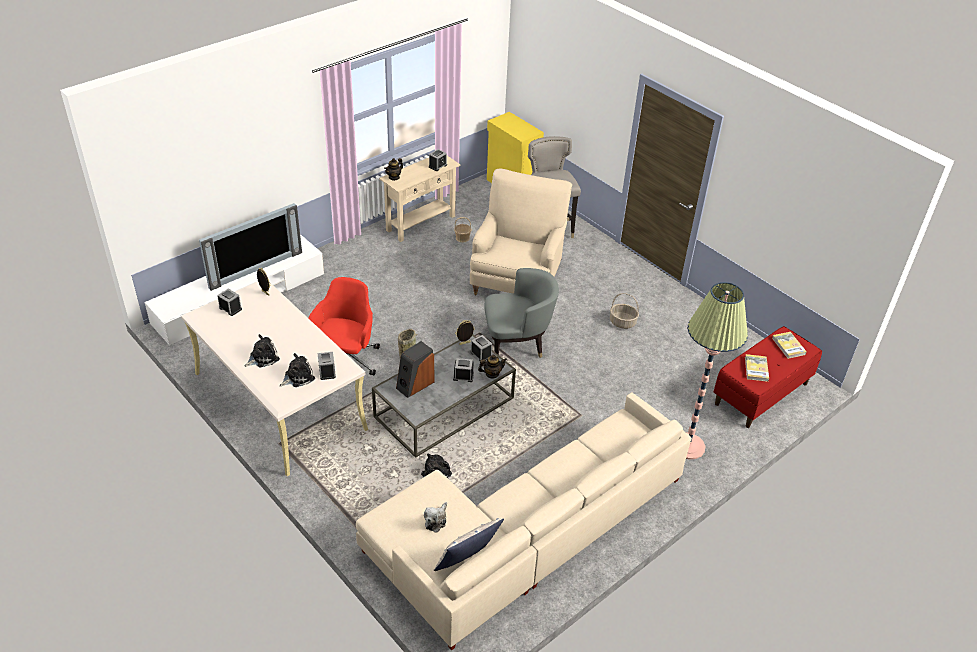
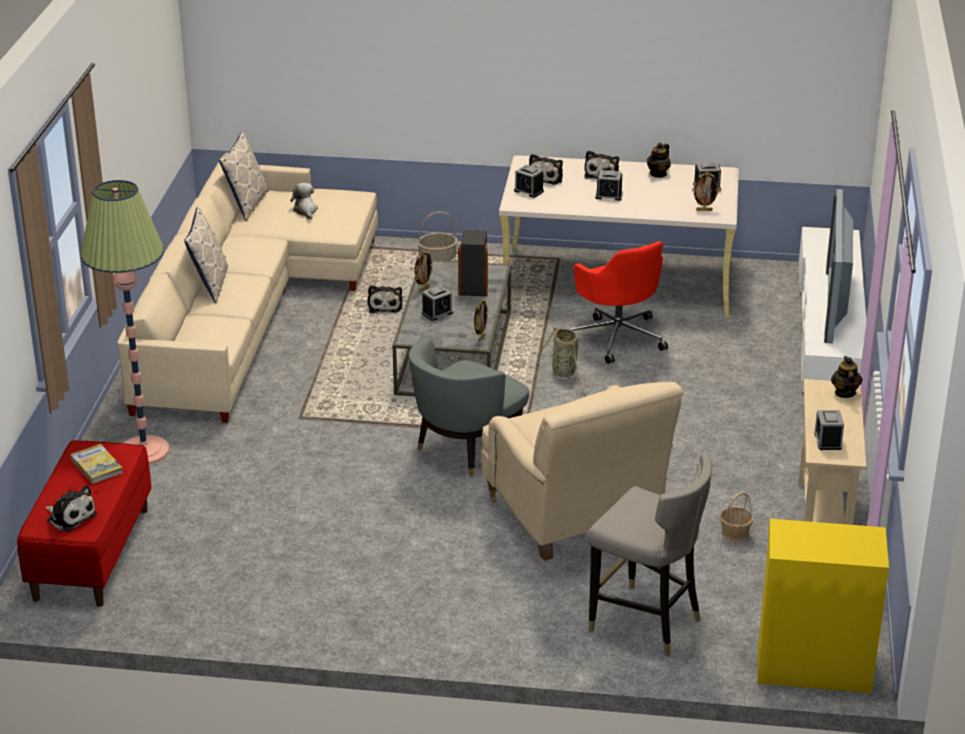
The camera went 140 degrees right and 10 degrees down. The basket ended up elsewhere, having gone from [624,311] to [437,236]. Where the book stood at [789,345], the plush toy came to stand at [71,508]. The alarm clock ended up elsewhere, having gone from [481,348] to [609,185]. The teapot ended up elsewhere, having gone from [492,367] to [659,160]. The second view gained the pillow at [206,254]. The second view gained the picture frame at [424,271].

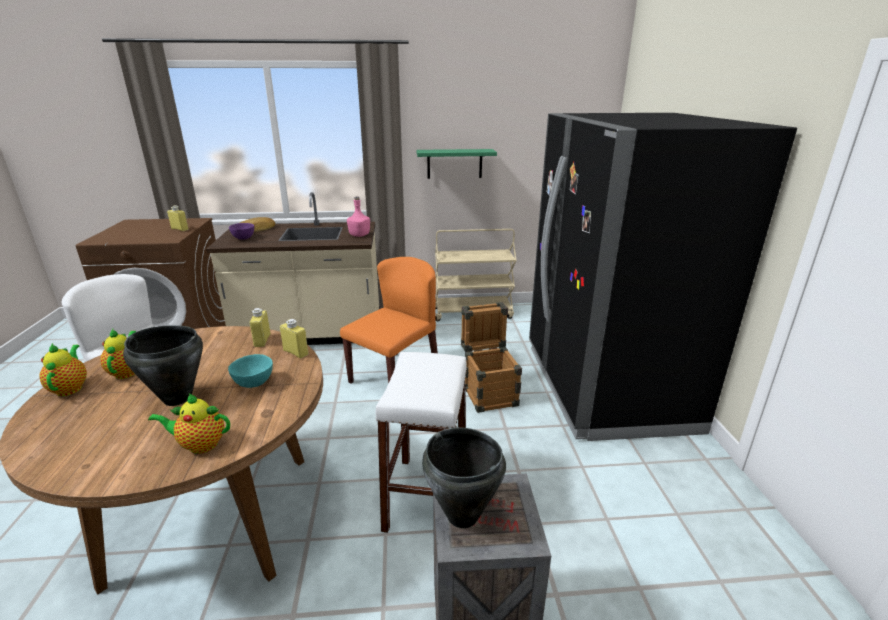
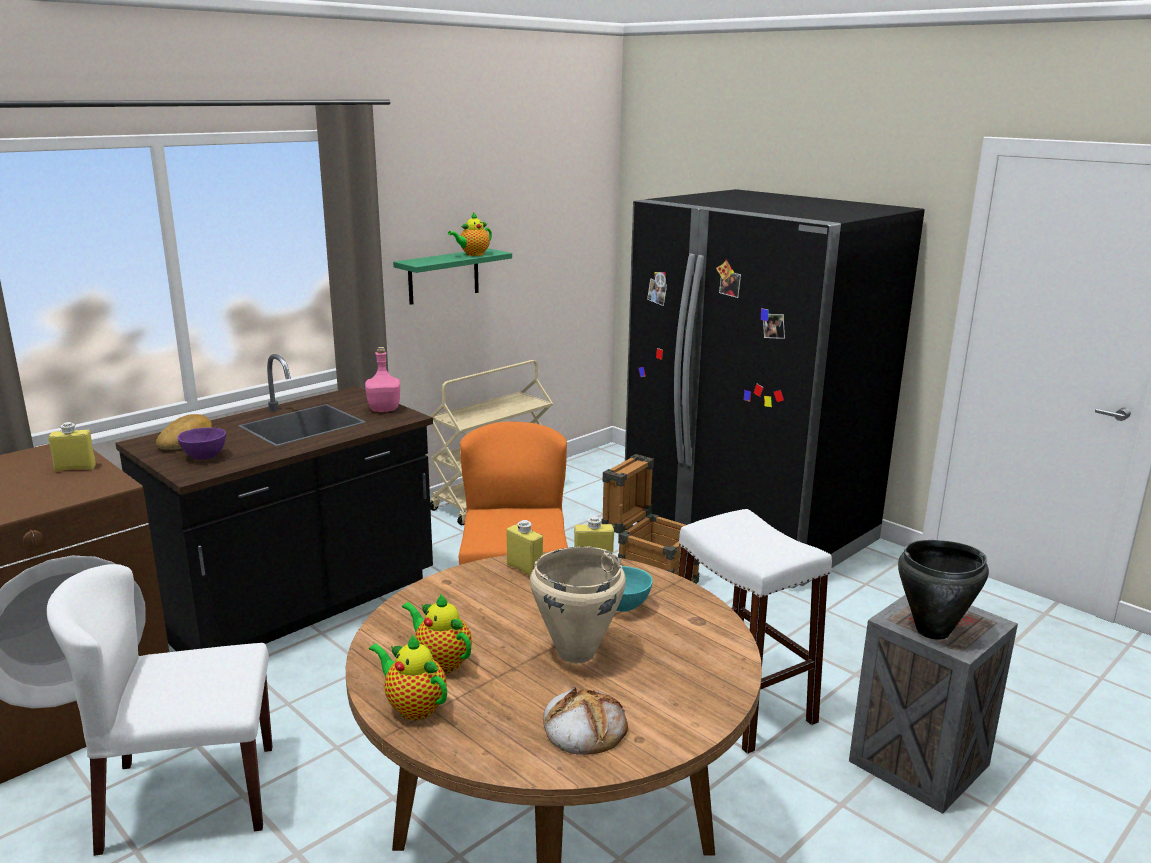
The camera went 40 degrees left and 5 degrees down. What was the counter (beige) at [292,268] turned into the counter (black) at [274,502]. What was the cooking pot (black) at [163,365] turned into the cooking pot (beige) at [578,604]. The teapot ended up elsewhere, having gone from [189,424] to [470,234]. The second view gained the bread at [585,721].

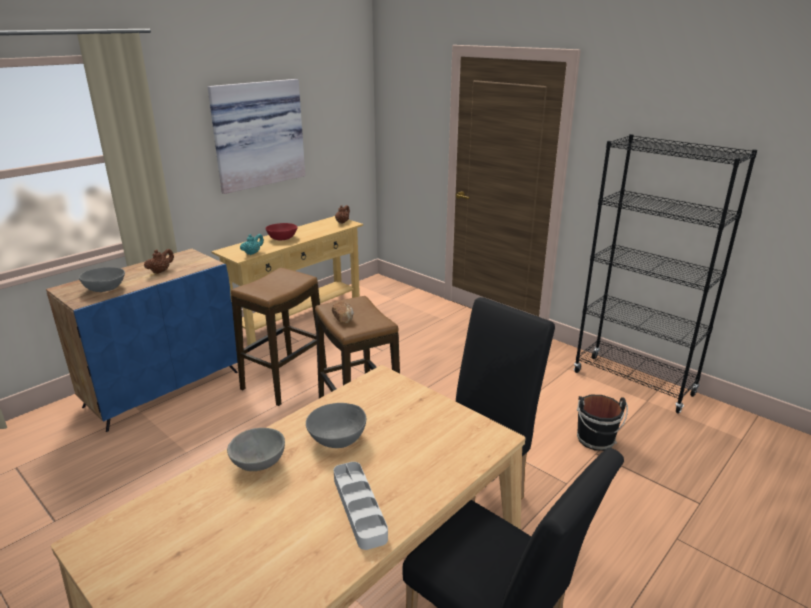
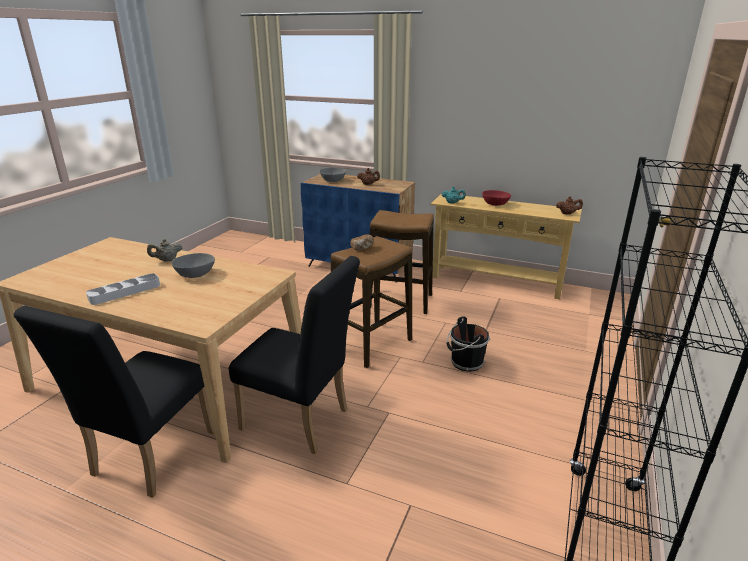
The camera went 70 degrees right and 0 degrees up. The second view lost the picture at [256,136]. The bucket (black) ended up elsewhere, having gone from [602,423] to [468,344]. Where the bowl (grey) stood at [256,449], the teapot (beige) came to stand at [164,250].

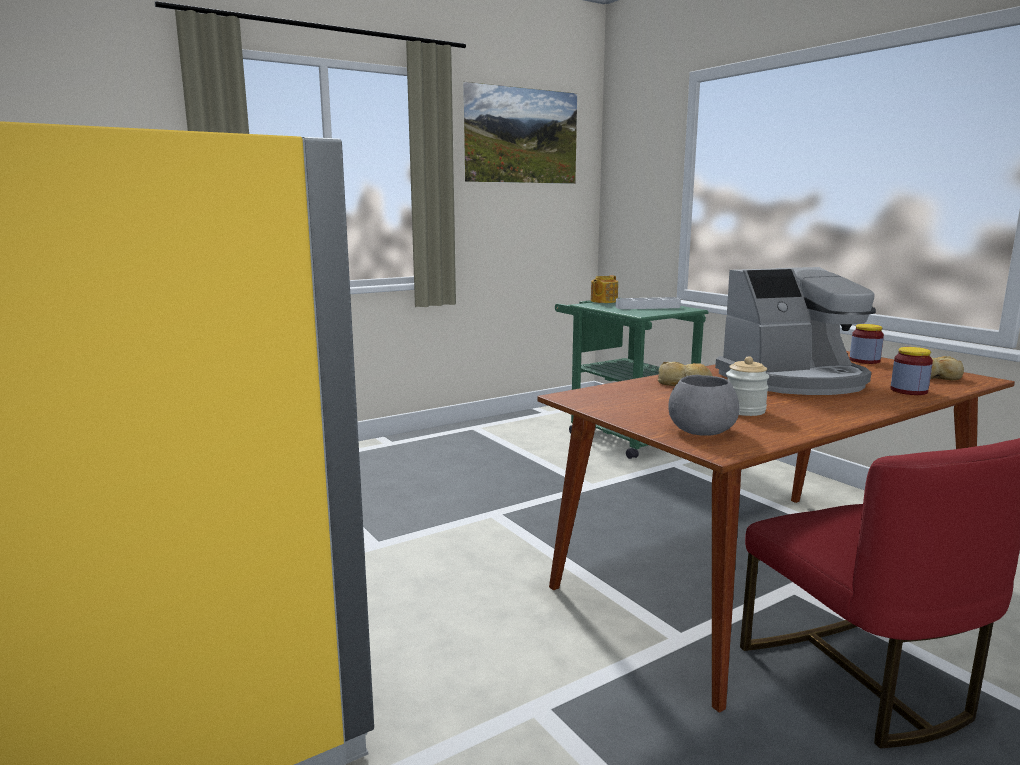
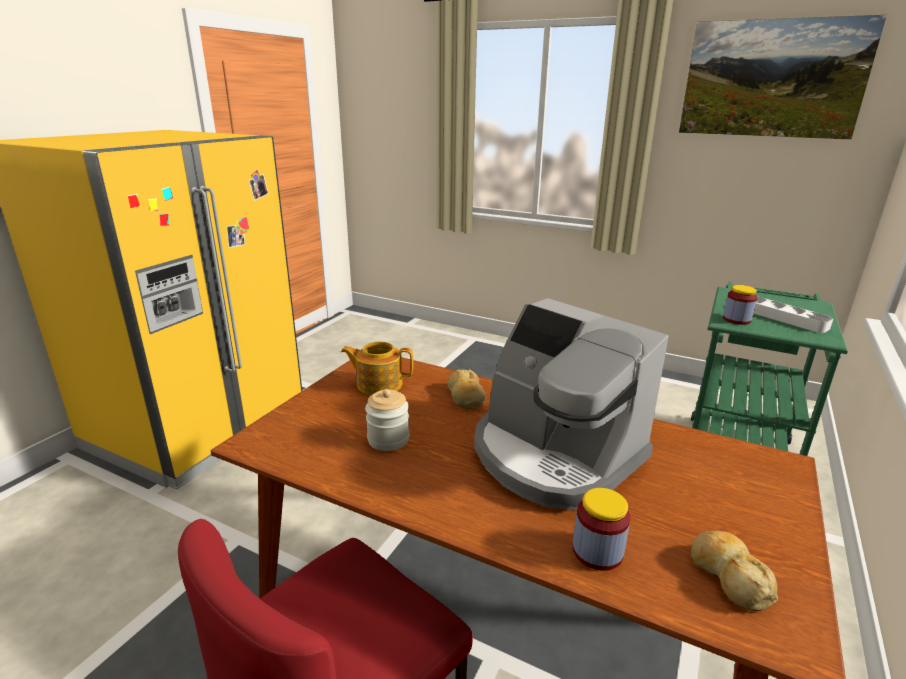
The camera went 60 degrees right and 10 degrees up. The teapot ended up elsewhere, having gone from [604,289] to [377,368]. The jar ended up elsewhere, having gone from [866,344] to [740,305]. The second view lost the bowl (grey) at [703,405].

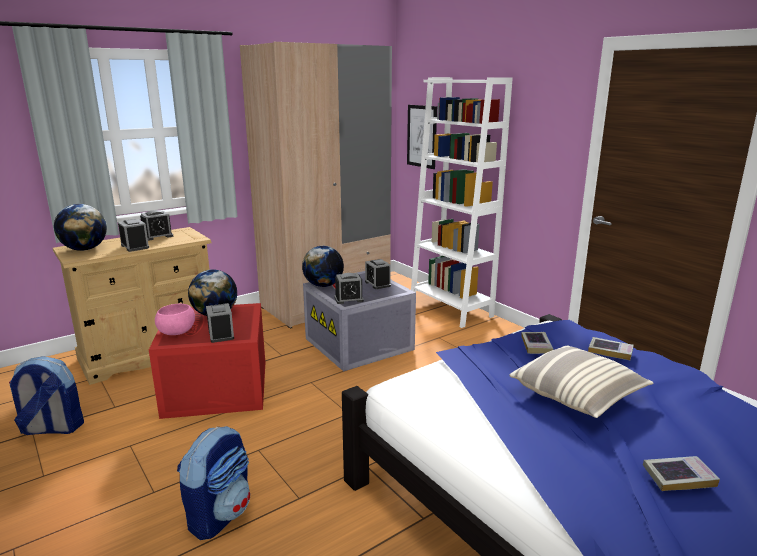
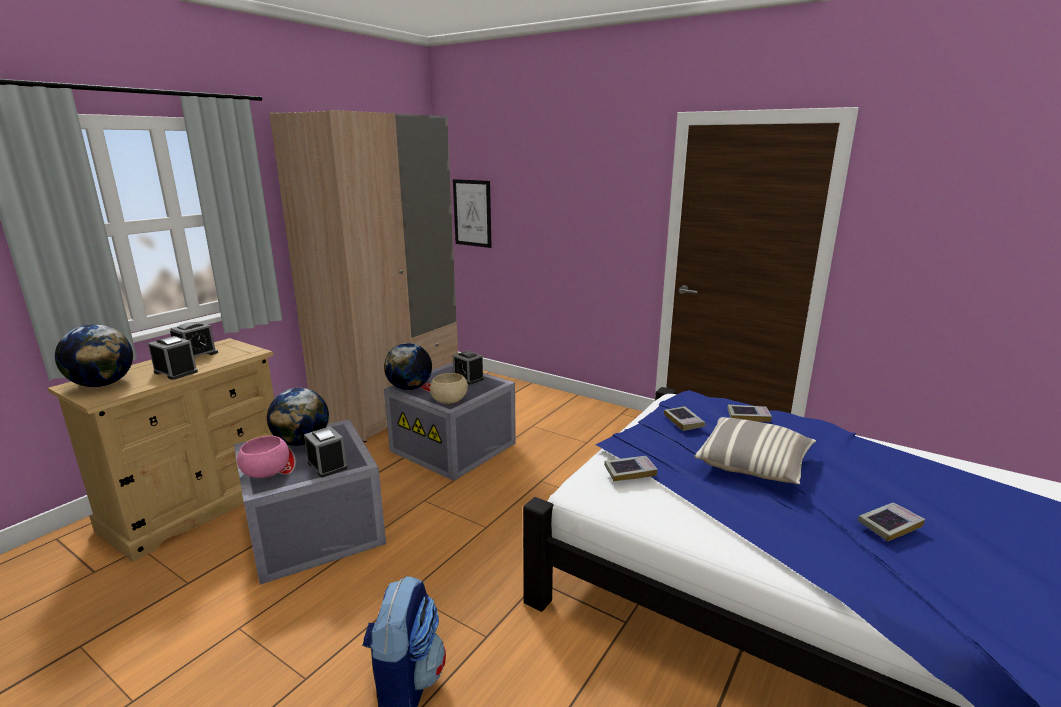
The camera went 20 degrees left and 0 degrees up. The second view lost the bookcase (white) at [462,202]. Where the alarm clock stood at [349,288], the bowl (beige) came to stand at [449,388]. What was the storage box (red) at [207,361] turned into the storage box (grey) at [310,502]. The second view lost the backpack at [46,395]. The second view gained the book at [631,468].

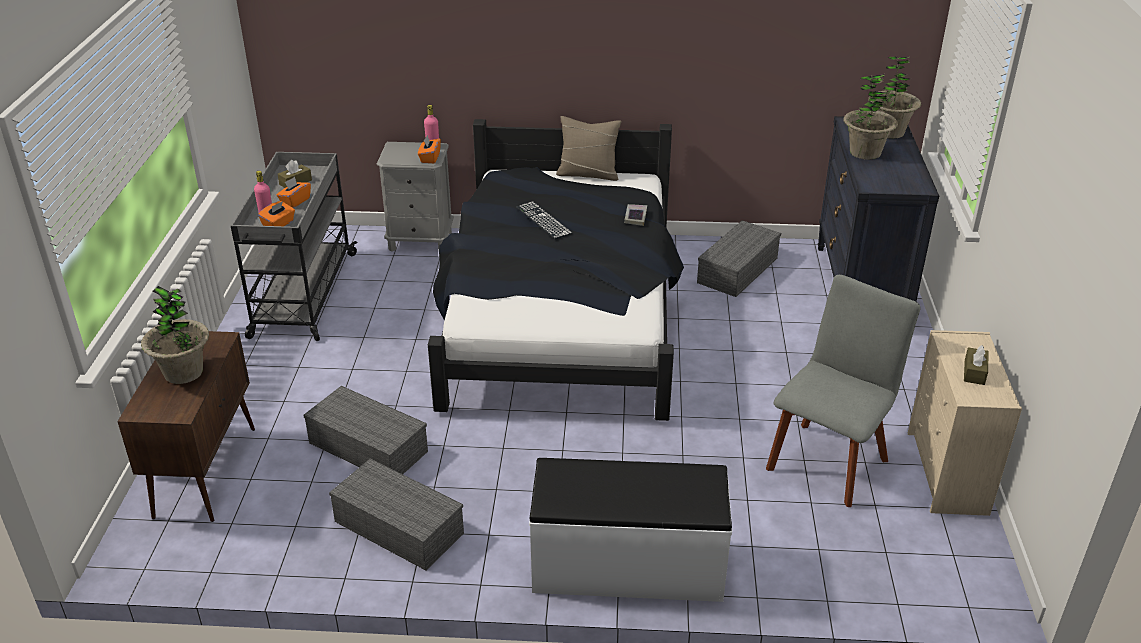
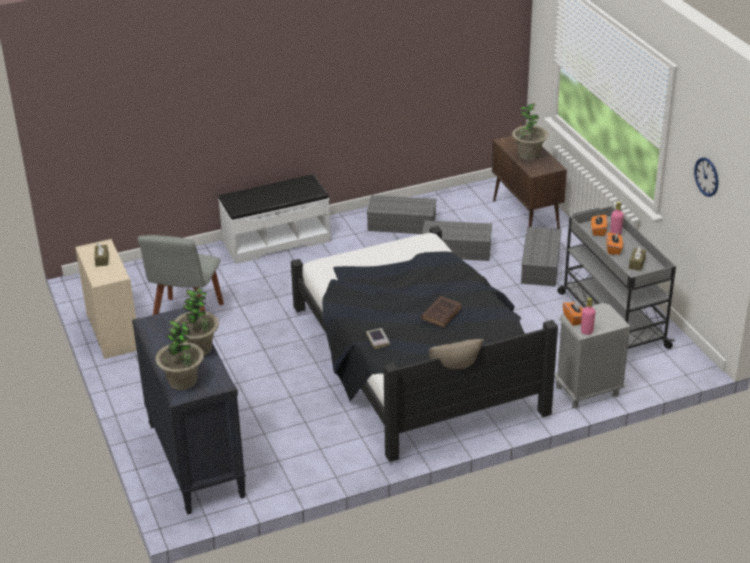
The camera went 155 degrees right and 0 degrees up. Where the keyboard stood at [544,220], the book (brown) came to stand at [441,311]. The storage box (grey) ended up elsewhere, having gone from [739,258] to [541,257]. The second view gained the wall clock at [706,177].

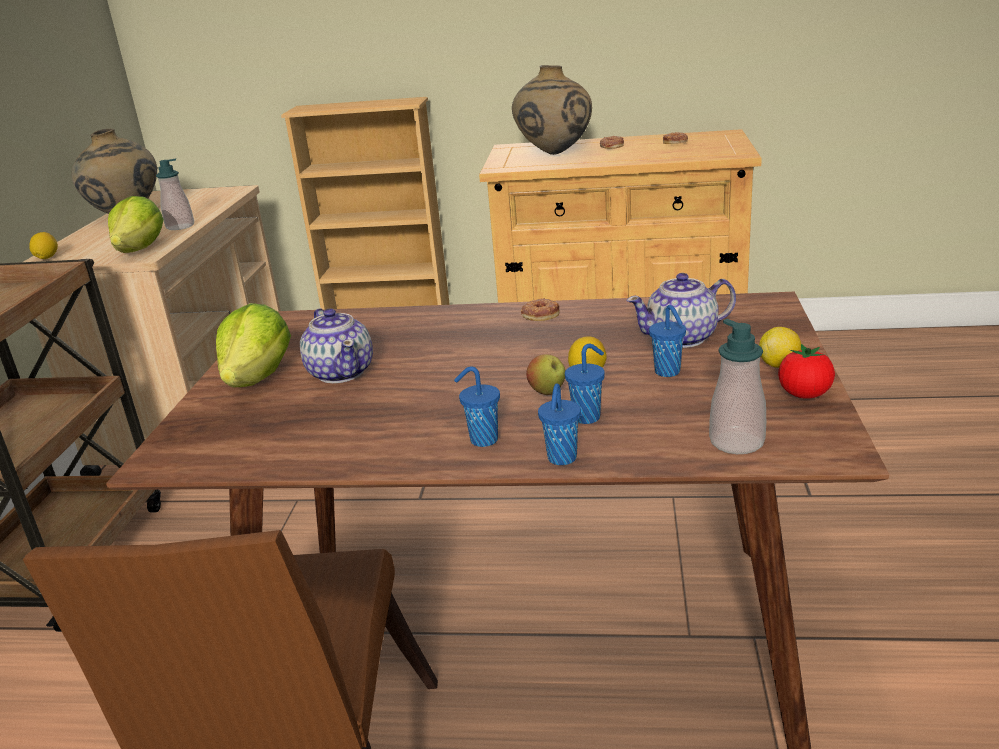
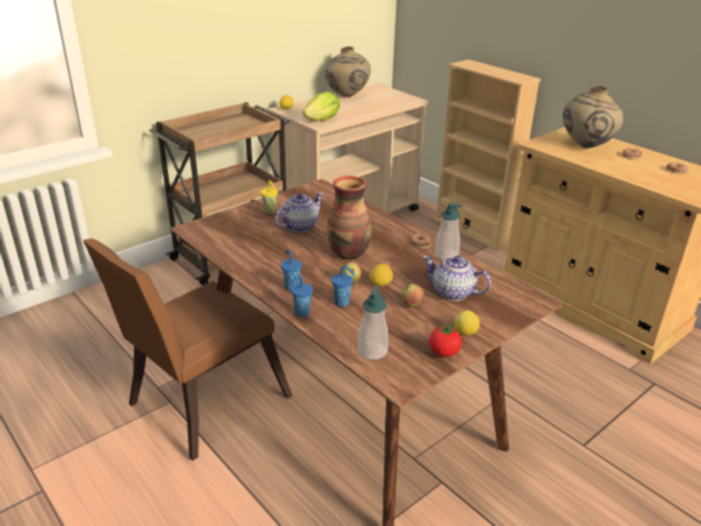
The camera went 40 degrees right and 5 degrees up. The soap dispenser ended up elsewhere, having gone from [175,194] to [448,231]. Where the lettuce stood at [253,345], the cup (yellow) came to stand at [269,197]. Where the cup (blue) stood at [667,341], the apple came to stand at [413,295]. The teapot at [336,345] ended up facing another way, 150 degrees counterclockwise from before. The second view gained the vase at [349,217].

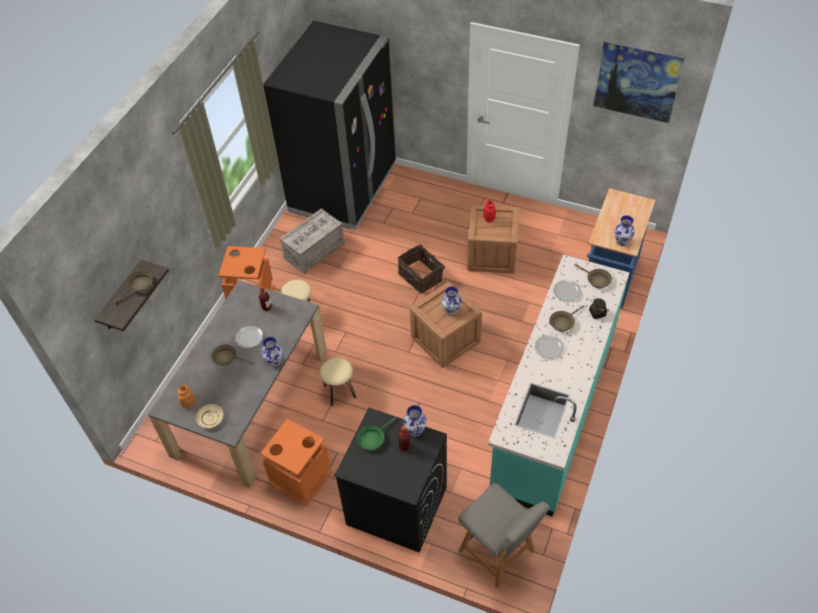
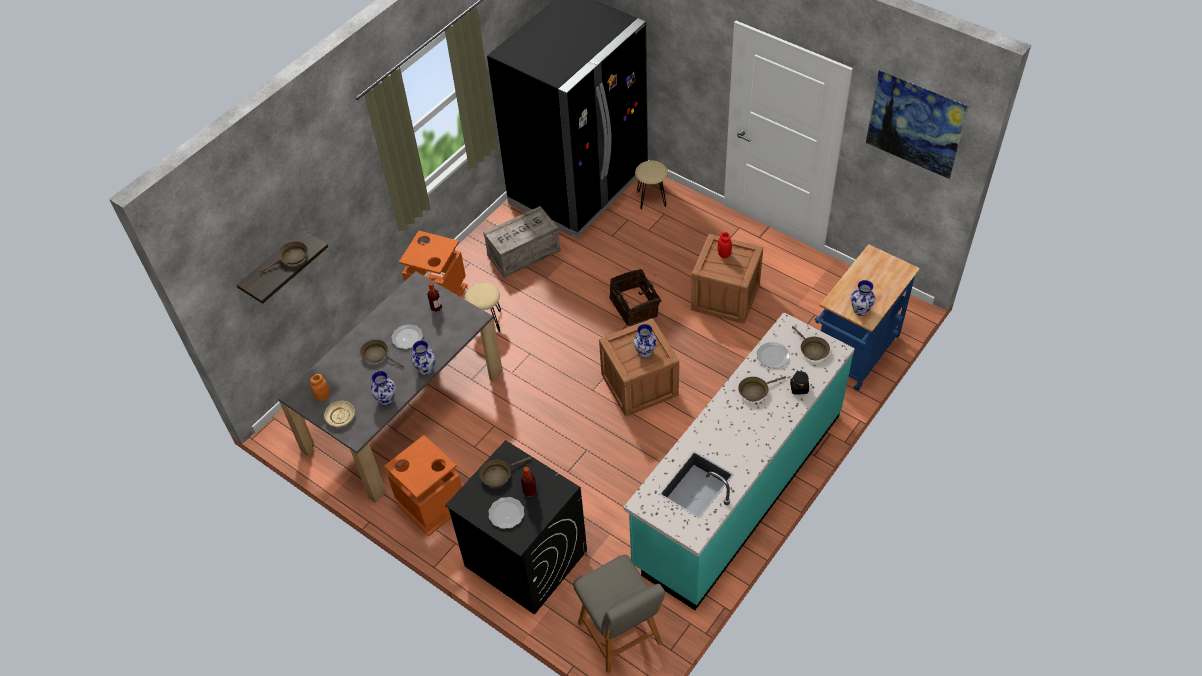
The camera went 15 degrees right and 0 degrees up. The plate ended up elsewhere, having gone from [549,347] to [506,513]. The stool (beige) ended up elsewhere, having gone from [338,382] to [651,184]. The vase ended up elsewhere, having gone from [415,421] to [383,388]. What was the frying pan (green) at [376,433] turned into the frying pan (brown) at [505,471].

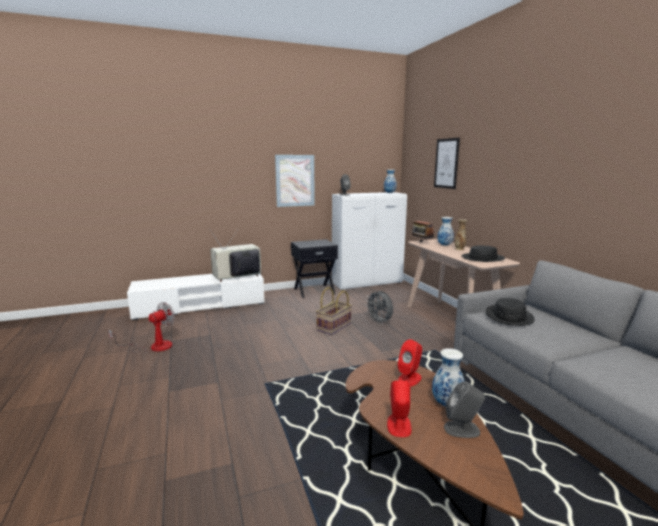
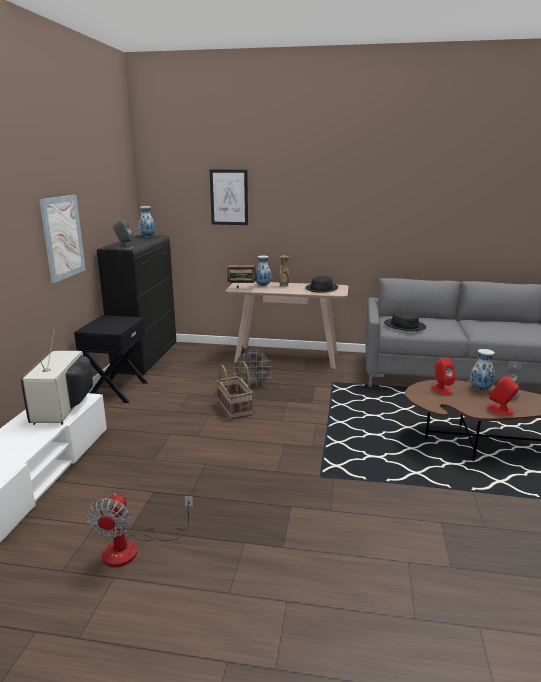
The camera went 60 degrees left and 5 degrees up. What was the cabinet (white) at [369,241] turned into the cabinet (black) at [136,305]. The fan at [142,327] ended up facing another way, 150 degrees counterclockwise from before.

